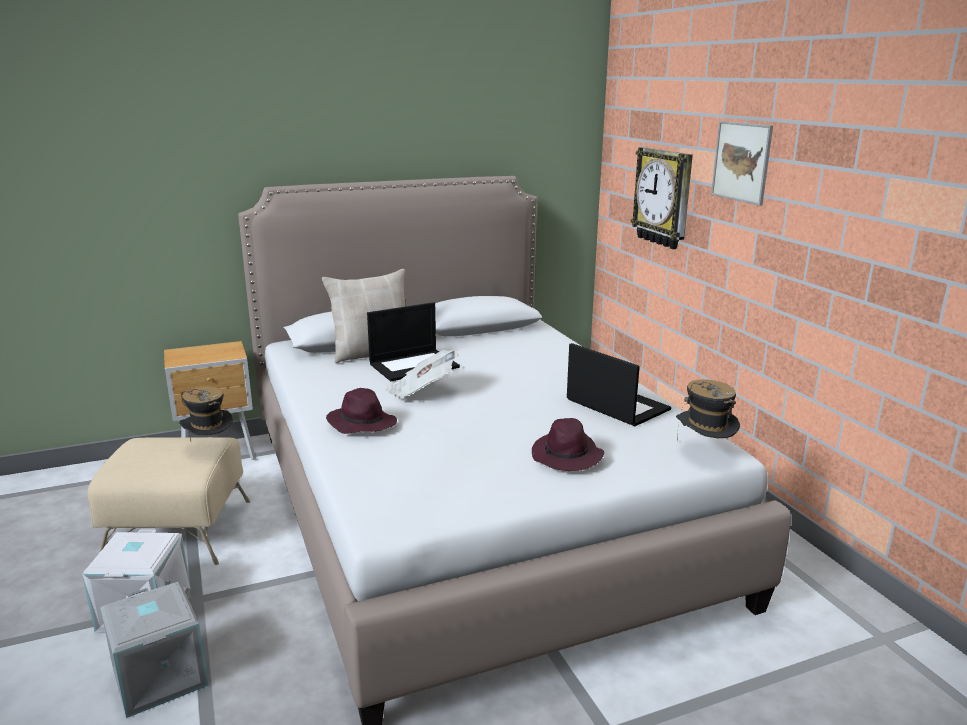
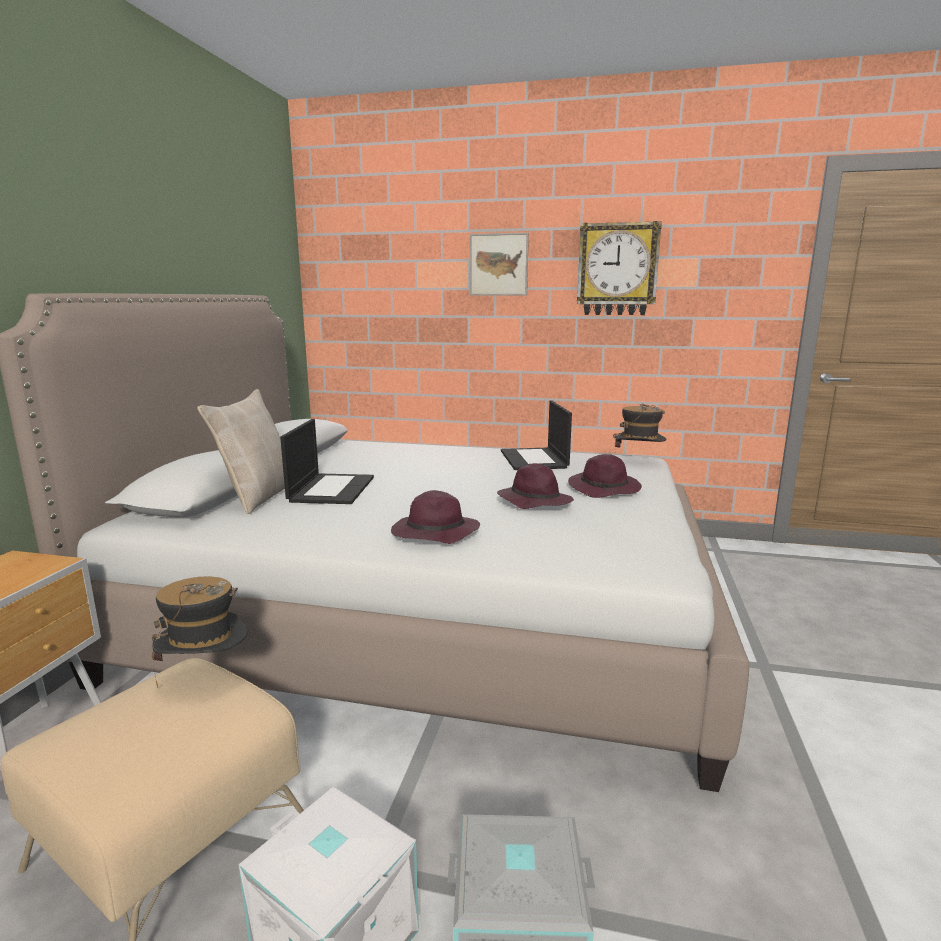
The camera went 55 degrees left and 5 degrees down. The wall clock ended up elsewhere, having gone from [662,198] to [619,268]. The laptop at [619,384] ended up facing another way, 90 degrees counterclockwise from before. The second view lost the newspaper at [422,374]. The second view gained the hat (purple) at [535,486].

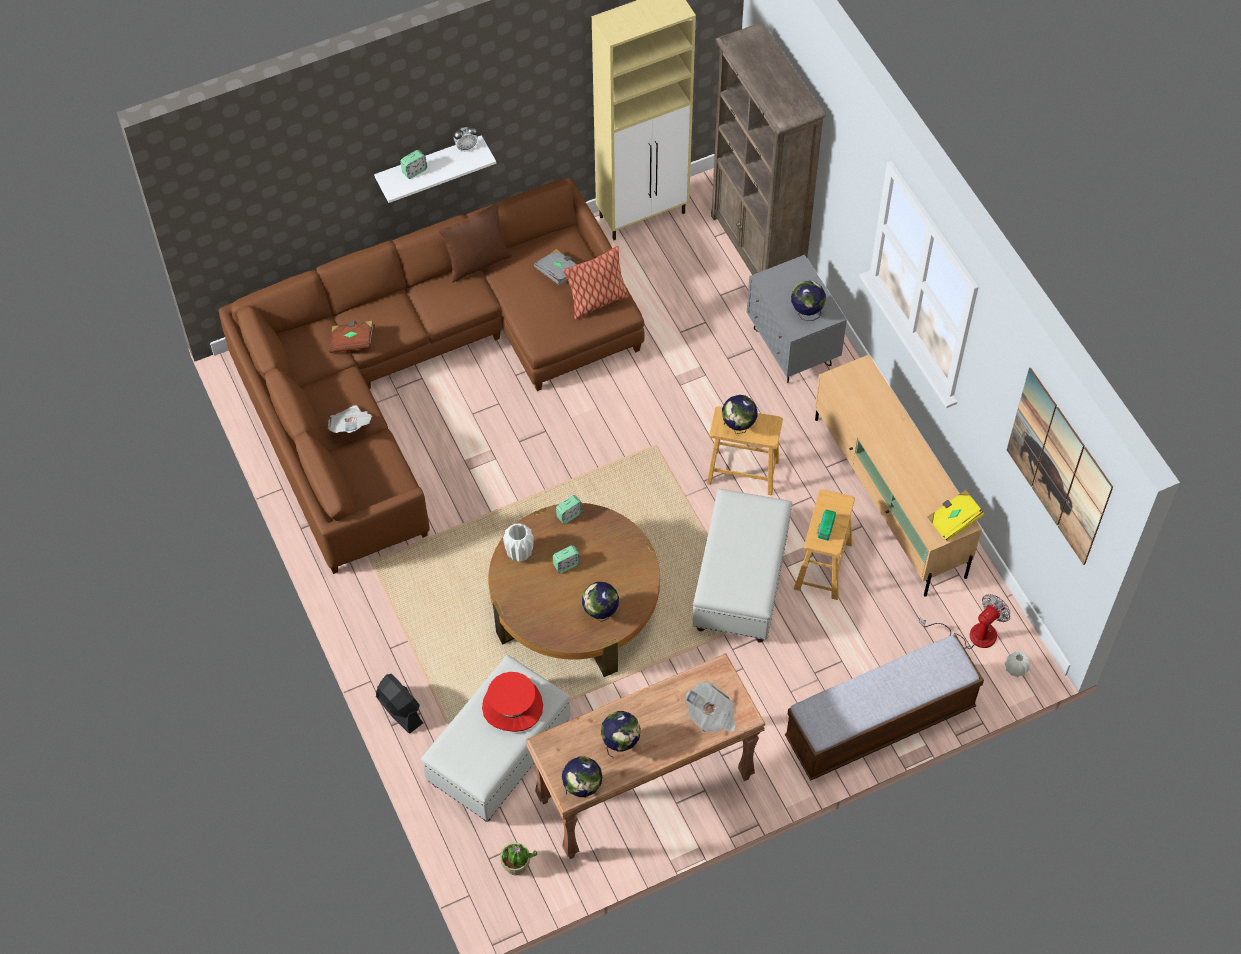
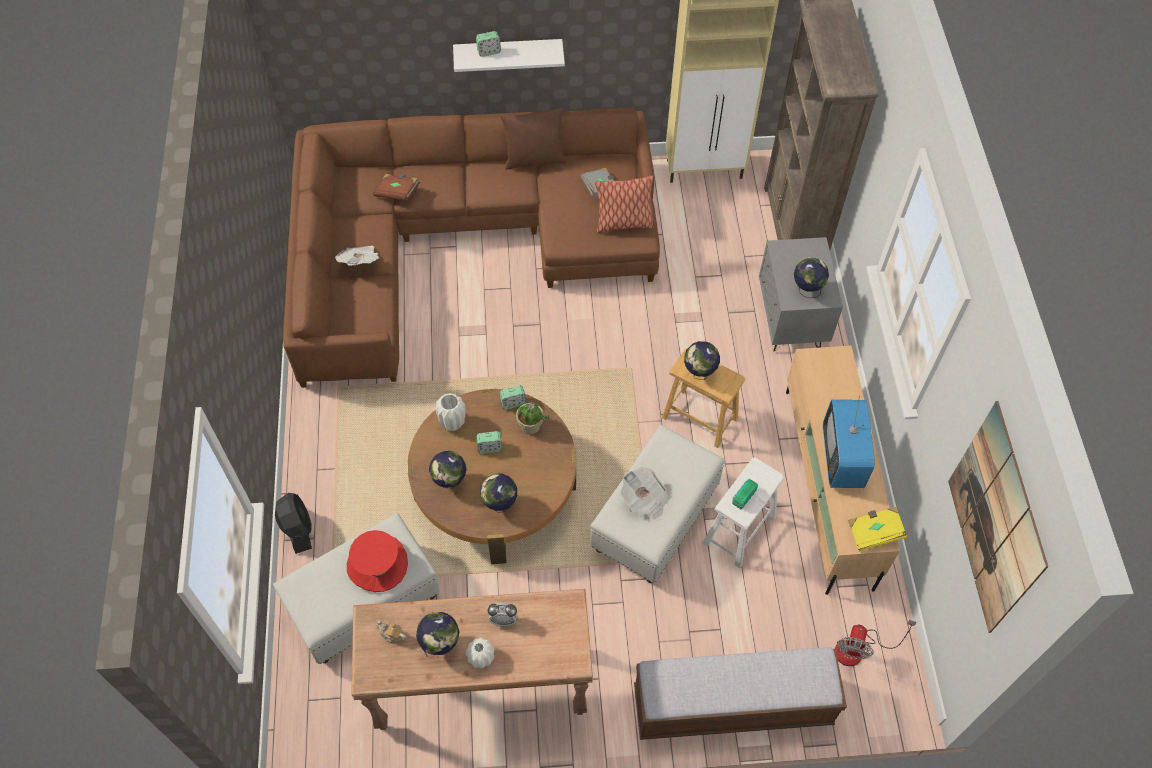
The camera went 20 degrees right and 0 degrees up. The alarm clock ended up elsewhere, having gone from [466,138] to [502,614]. What was the stool (brown) at [824,544] turned into the stool (white) at [743,512]. The fan at [965,621] ended up facing another way, 135 degrees clockwise from before. The vase (white) ended up elsewhere, having gone from [1017,664] to [480,653]. The newspaper ended up elsewhere, having gone from [710,707] to [645,494]. The globe ended up elsewhere, having gone from [582,777] to [447,470]. The potted plant ended up elsewhere, having gone from [518,858] to [533,418]. The second view gained the television at [849,442]. The second view gained the teapot at [391,632].

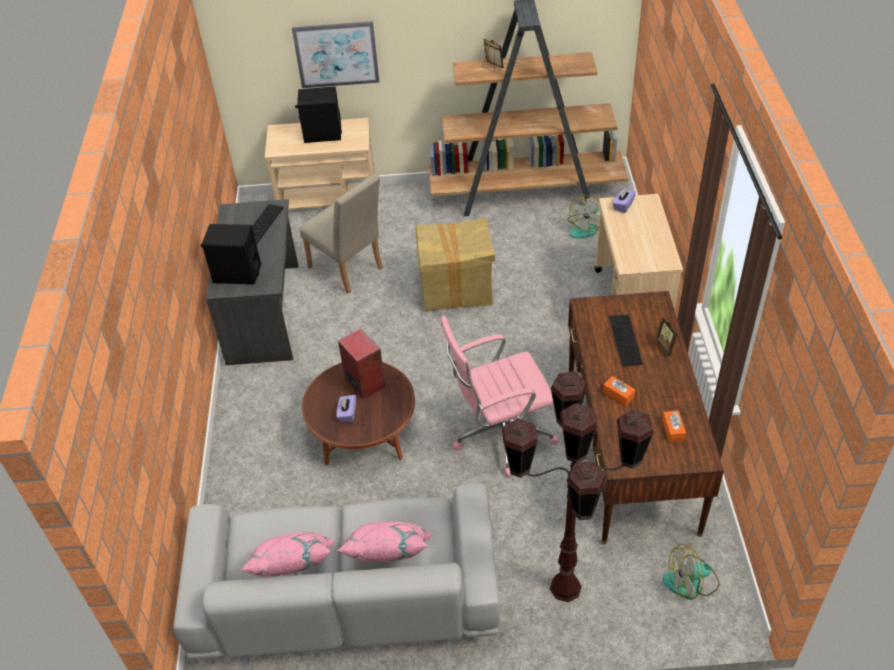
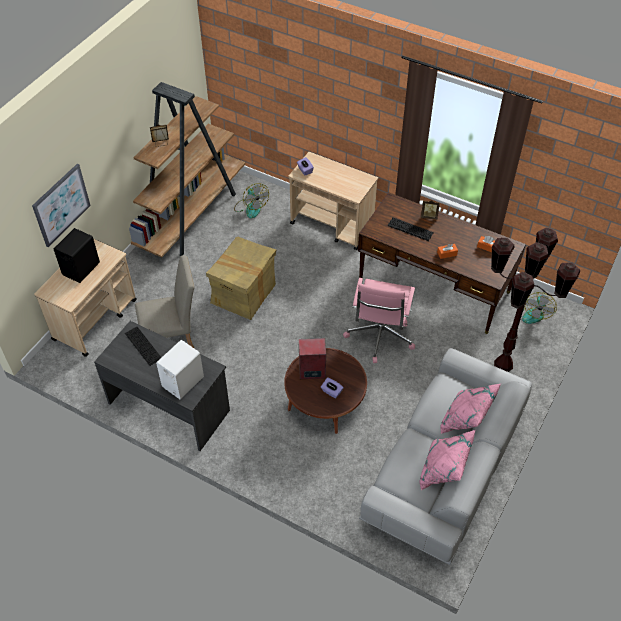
The camera went 60 degrees left and 5 degrees up. What was the speaker (black) at [230,254] turned into the speaker (white) at [180,369].

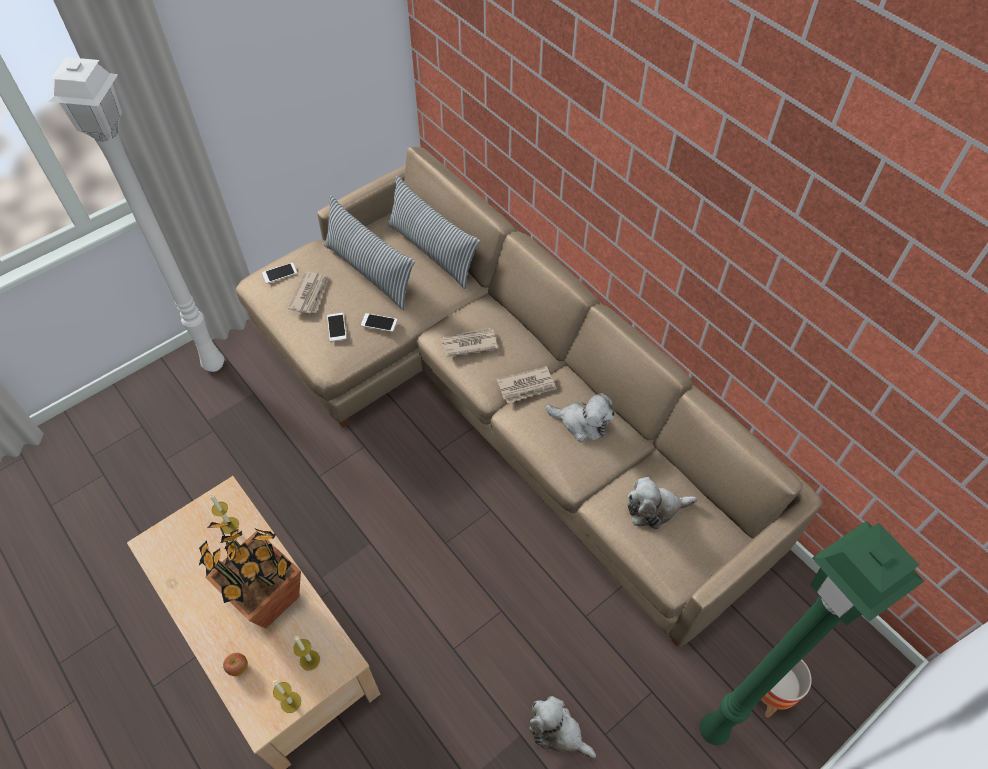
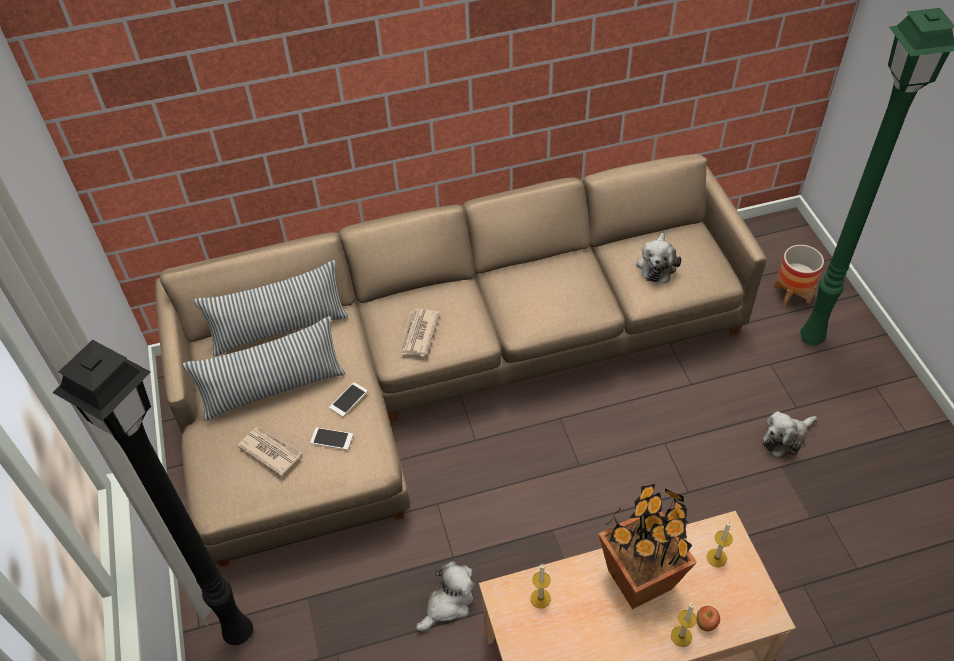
The camera went 65 degrees left and 5 degrees down. What was the floor lamp (white) at [136,214] turned into the floor lamp (black) at [152,492]. The second view lost the phone at [279,272]. The second view lost the newspaper at [526,384]. The plush toy ended up elsewhere, having gone from [580,417] to [445,596]. The candle ended up elsewhere, having gone from [287,696] to [684,625].

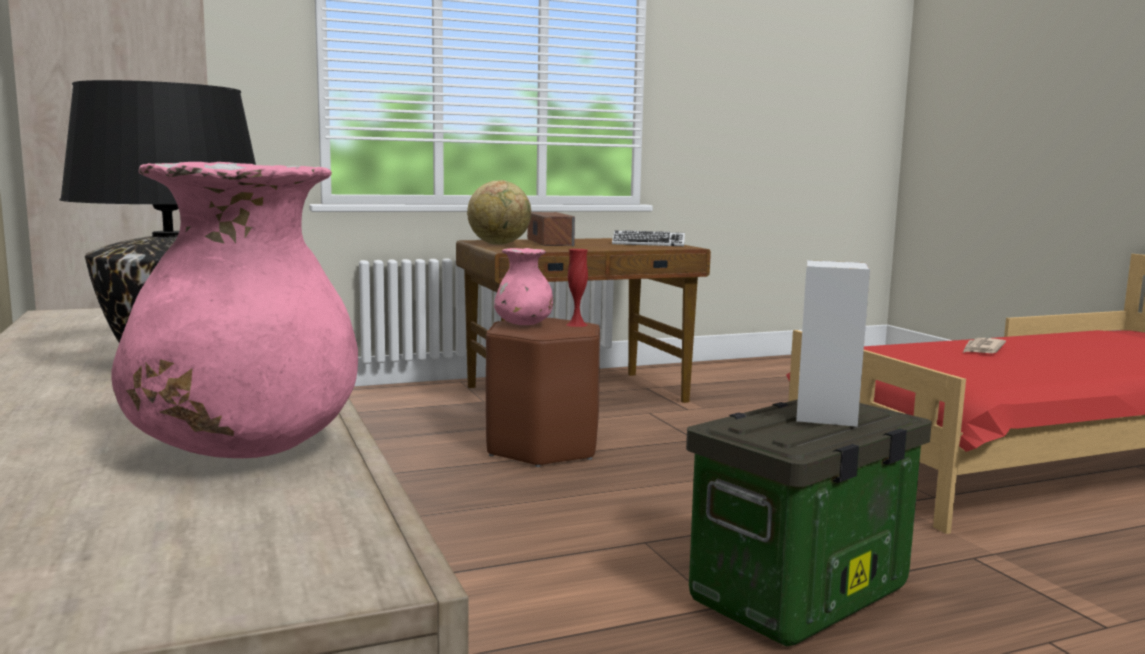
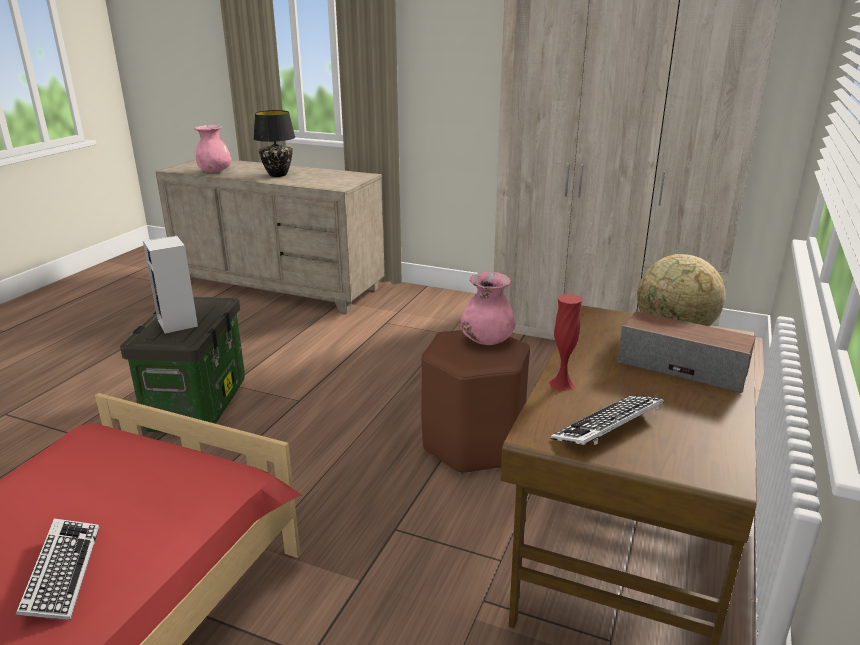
The camera went 135 degrees right and 15 degrees up. The vase (red) ended up elsewhere, having gone from [577,288] to [565,342]. Where the newspaper stood at [984,345], the keyboard came to stand at [57,569].

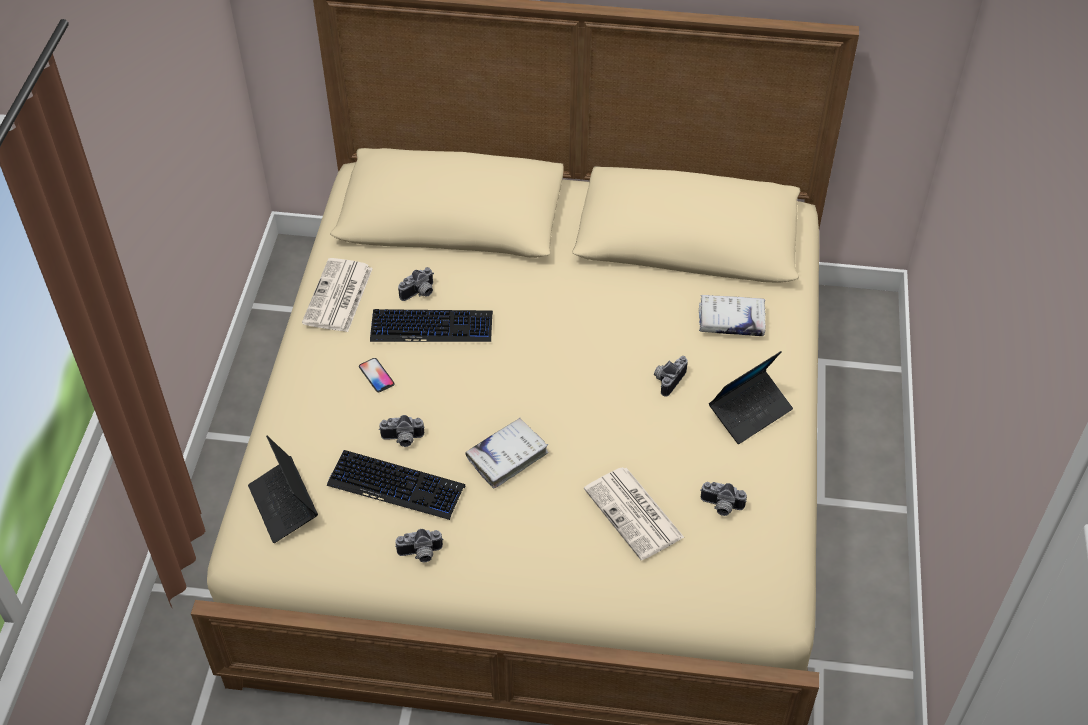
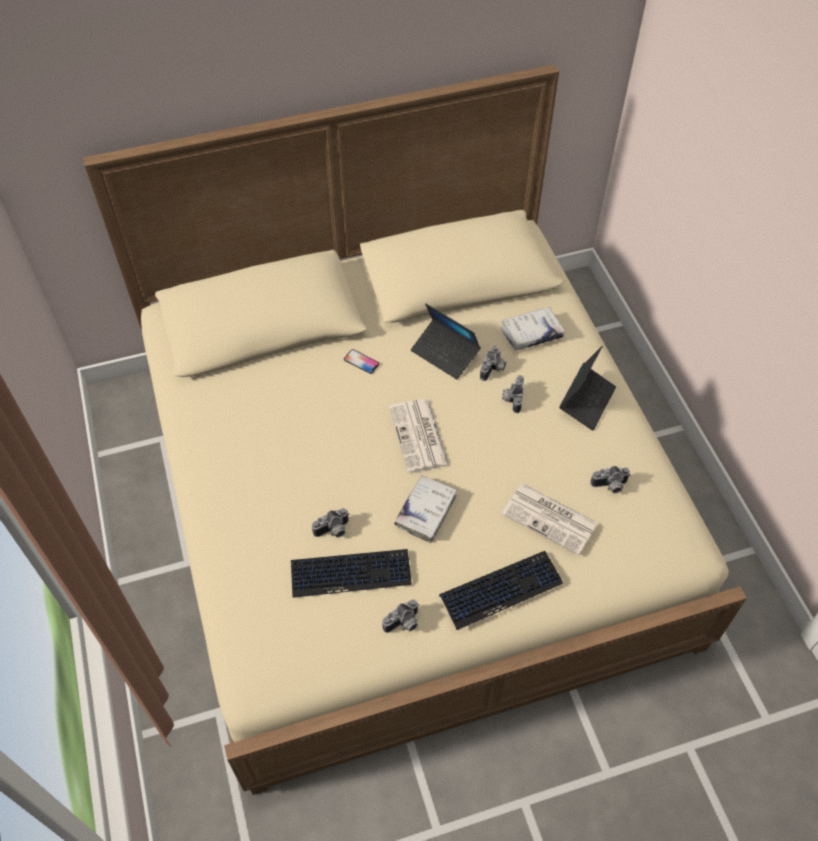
The camera went 25 degrees left and 5 degrees up. The newspaper ended up elsewhere, having gone from [337,295] to [419,436]. The photo camera ended up elsewhere, having gone from [416,284] to [493,363]. The keyboard ended up elsewhere, having gone from [431,325] to [501,590]. The phone ended up elsewhere, having gone from [377,375] to [362,361]. The laptop ended up elsewhere, having gone from [283,489] to [446,341].

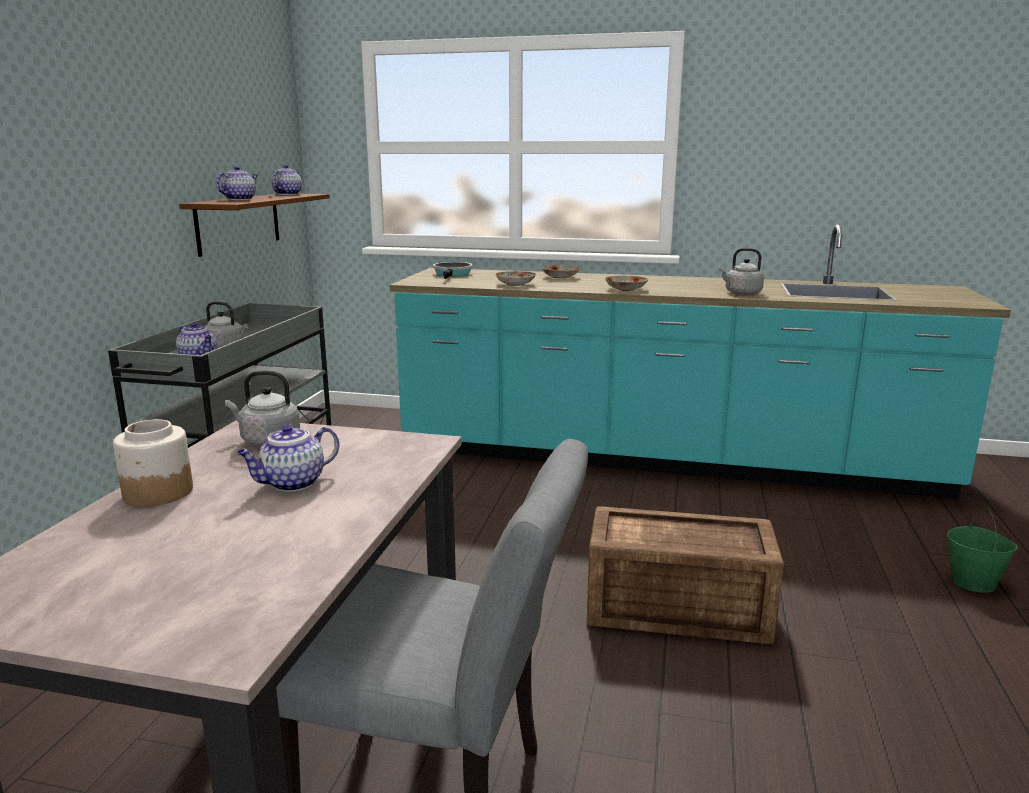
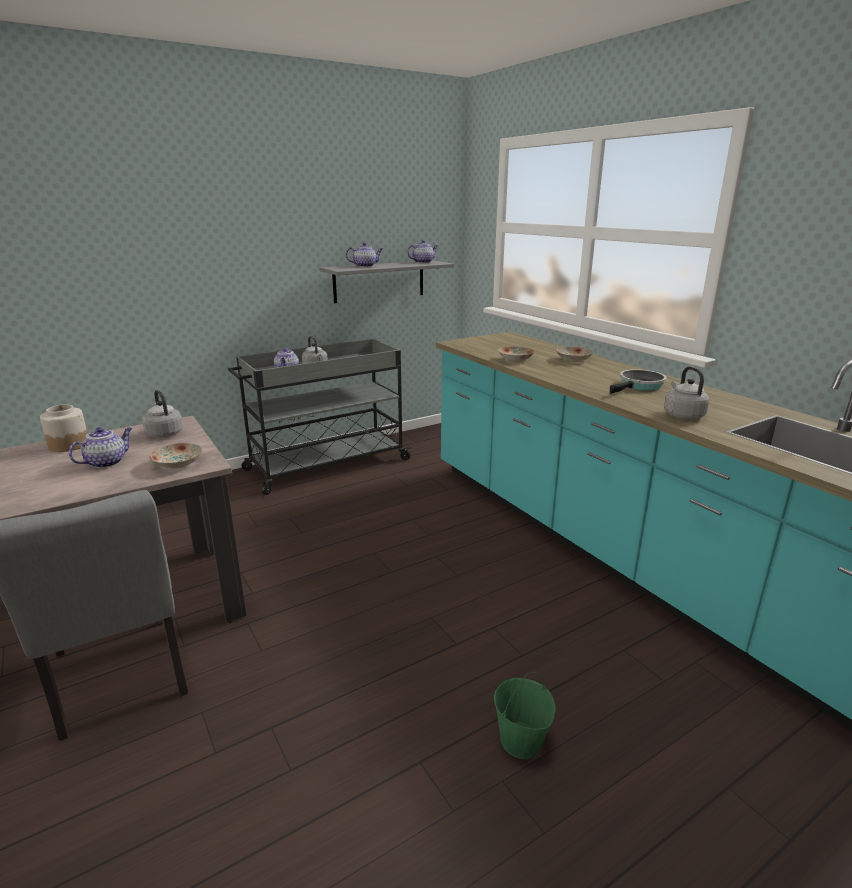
The camera went 45 degrees right and 5 degrees up. What was the shelf (brown) at [254,225] turned into the shelf (grey) at [386,281]. The frying pan ended up elsewhere, having gone from [453,270] to [638,381]. The plate ended up elsewhere, having gone from [626,283] to [175,456]. The teapot at [287,457] ended up facing another way, 120 degrees clockwise from before. The second view lost the crate at [685,575]. The bucket (green) ended up elsewhere, having gone from [982,550] to [525,715].

